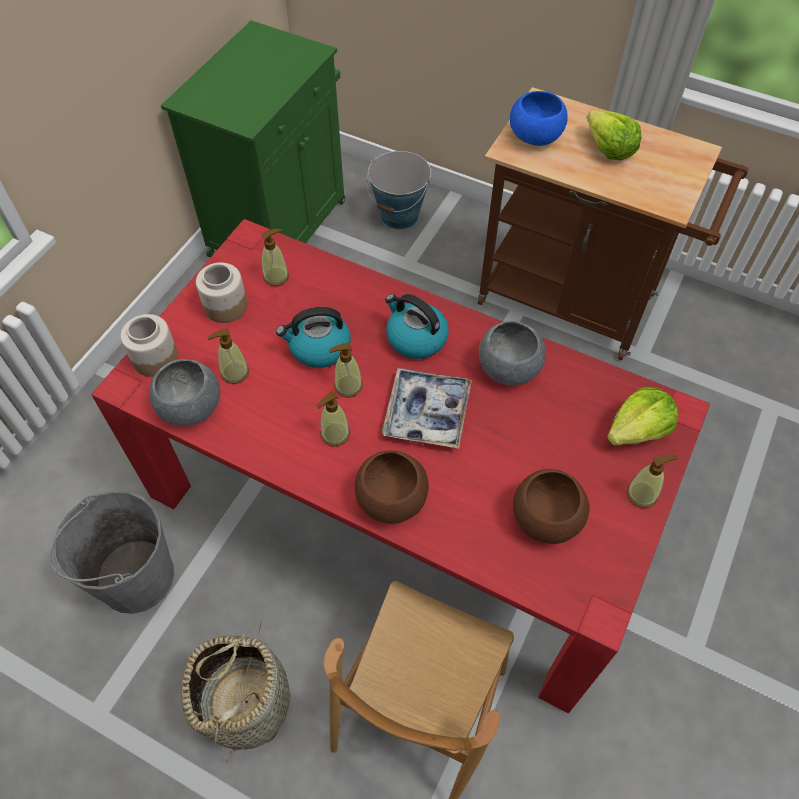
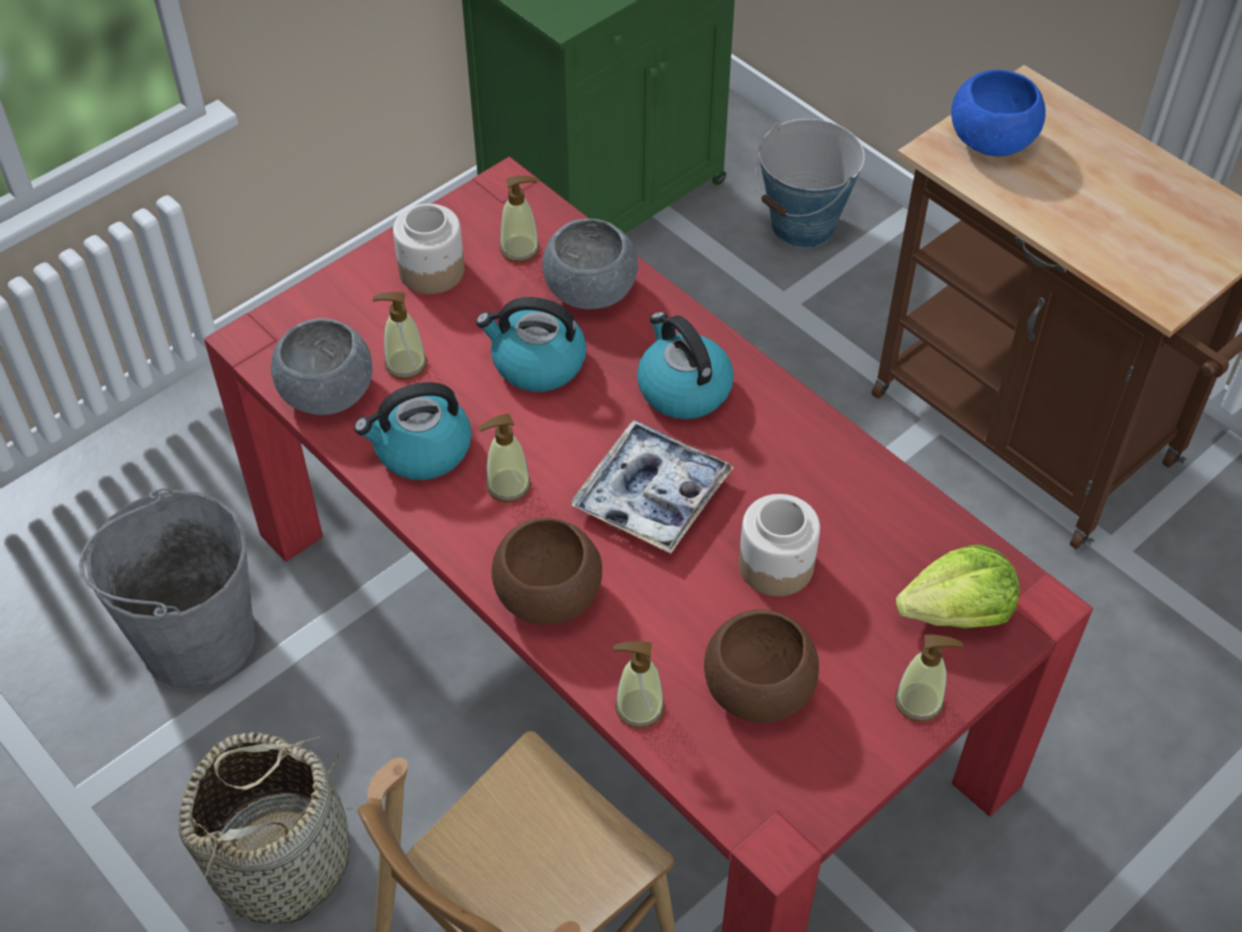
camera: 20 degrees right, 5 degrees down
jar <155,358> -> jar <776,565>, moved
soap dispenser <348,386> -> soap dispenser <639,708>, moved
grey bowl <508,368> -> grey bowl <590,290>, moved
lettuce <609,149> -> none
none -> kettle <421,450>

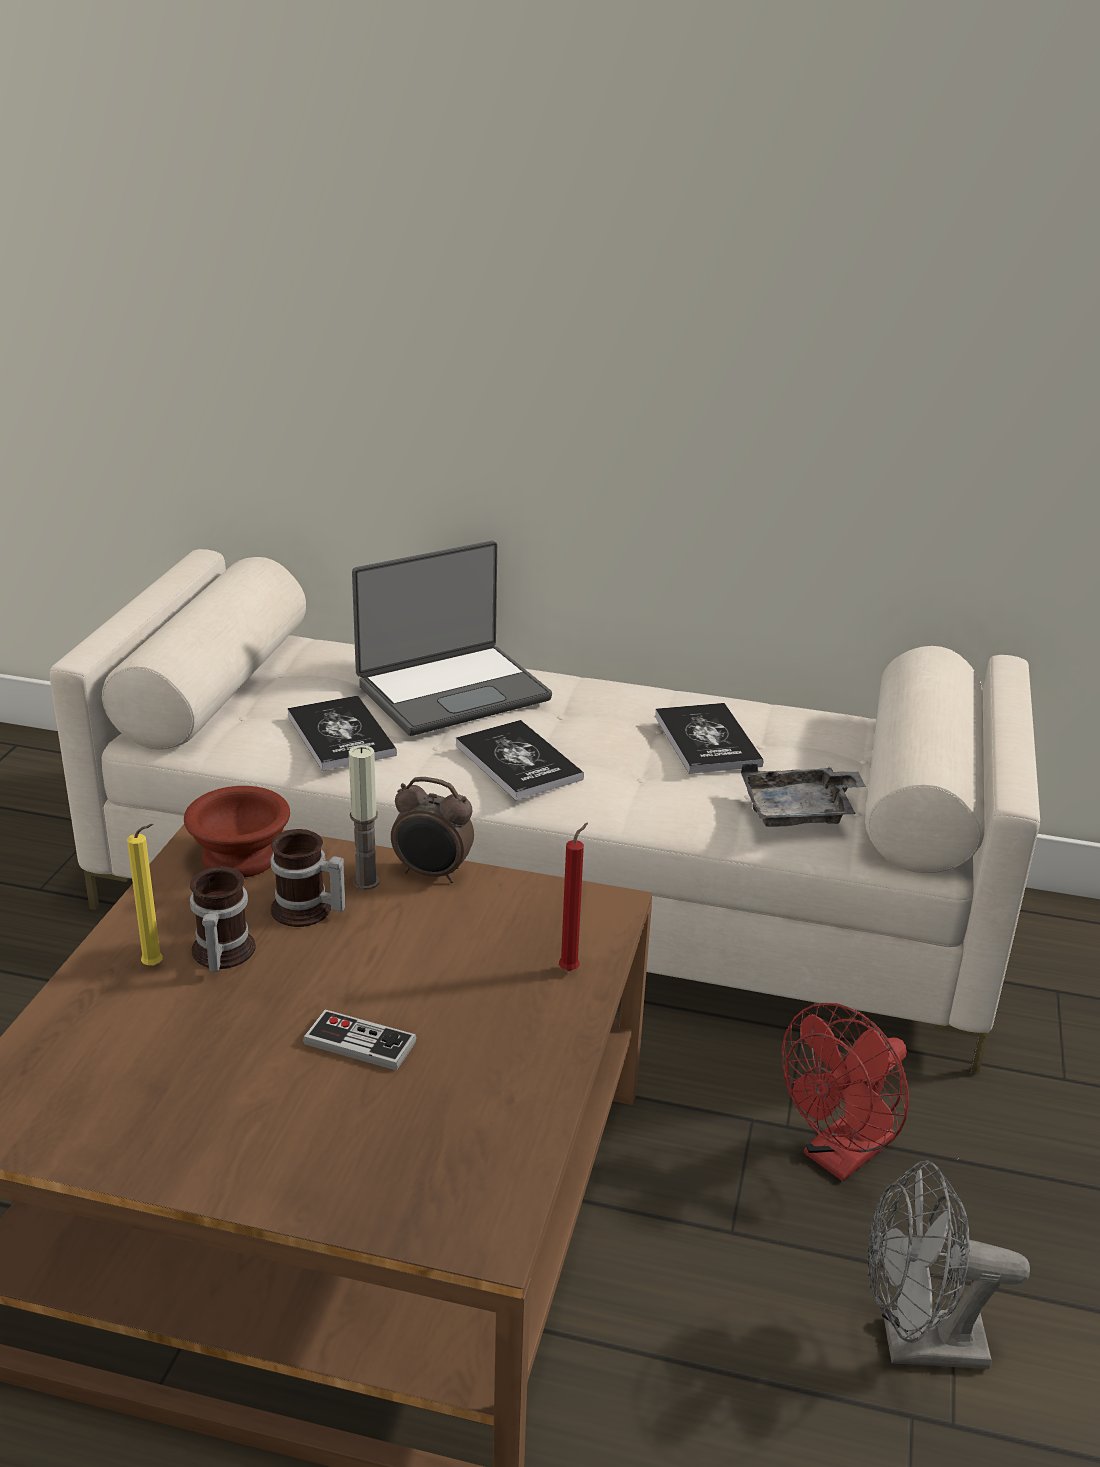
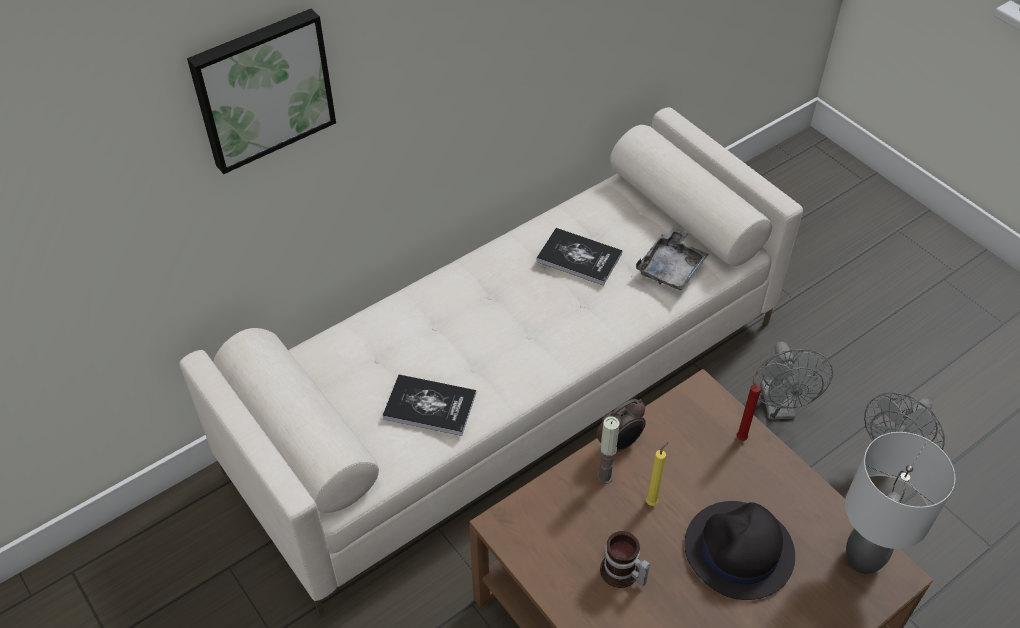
camera: 50 degrees left, 20 degrees up
yellow candle <156,966> -> yellow candle <653,501>, moved
brown bowl <244,856> -> none
mug <306,912> -> none
game controller <360,1043> -> black hat <738,551>
laptop <452,691> -> none
book <518,762> -> none
red fan <840,1156> -> grey fan <779,408>
none -> picture <262,88>
none -> grey table lamp <861,558>

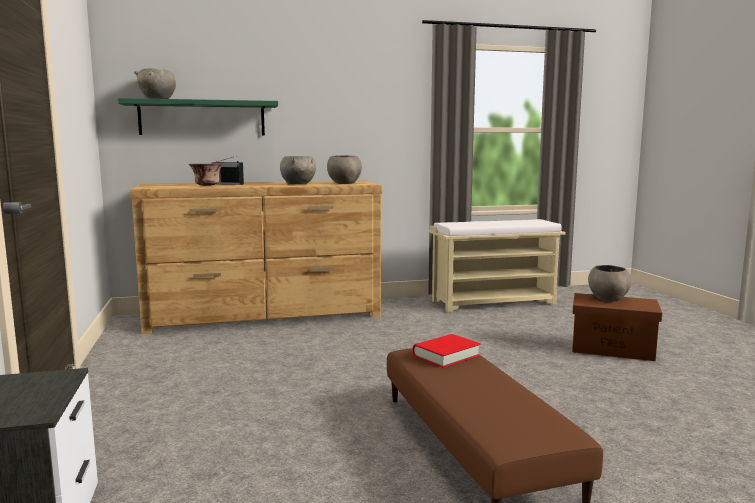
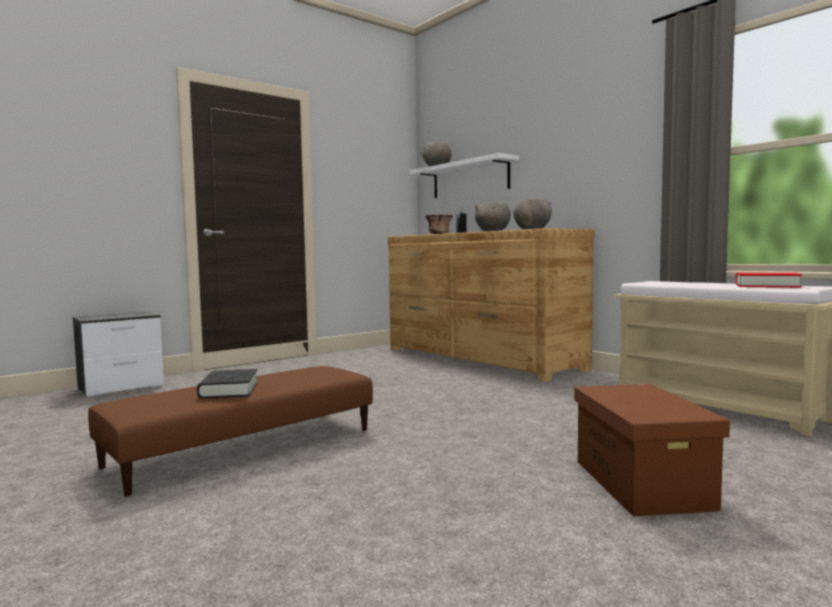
camera: 65 degrees right, 5 degrees down
green shelf <202,118> -> white shelf <470,179>
red book <446,355> -> red book <766,286>, moved
grey bowl <607,299> -> none
none -> black book <229,390>

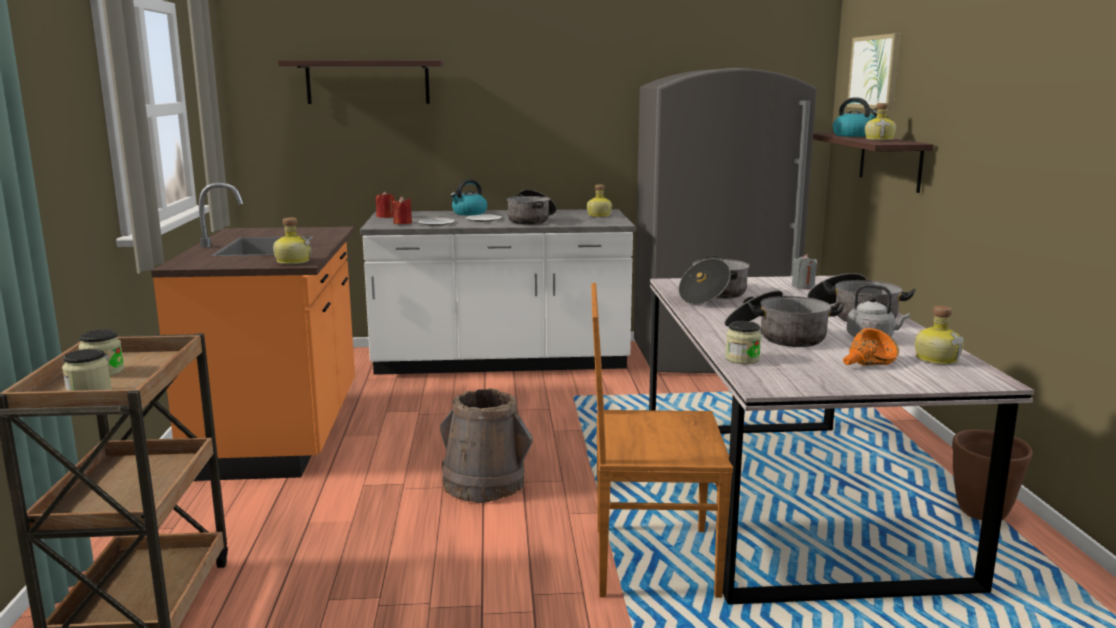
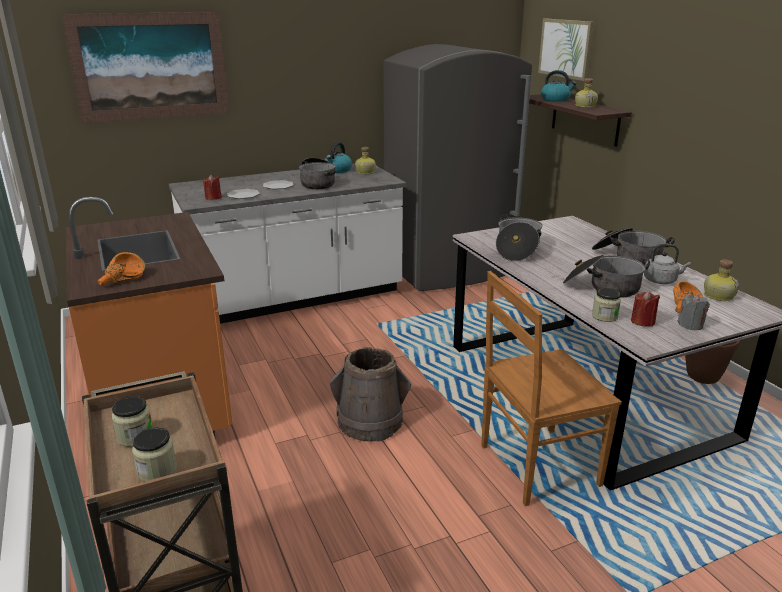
camera: 20 degrees left, 10 degrees up
bottle <292,261> -> none
shelf <368,82> -> picture <150,66>
red candle <385,217> -> red candle <642,321>, moved
kettle <469,213> -> kettle <337,170>, moved
grey candle <803,286> -> grey candle <690,325>, moved
none -> orange bowl <123,280>

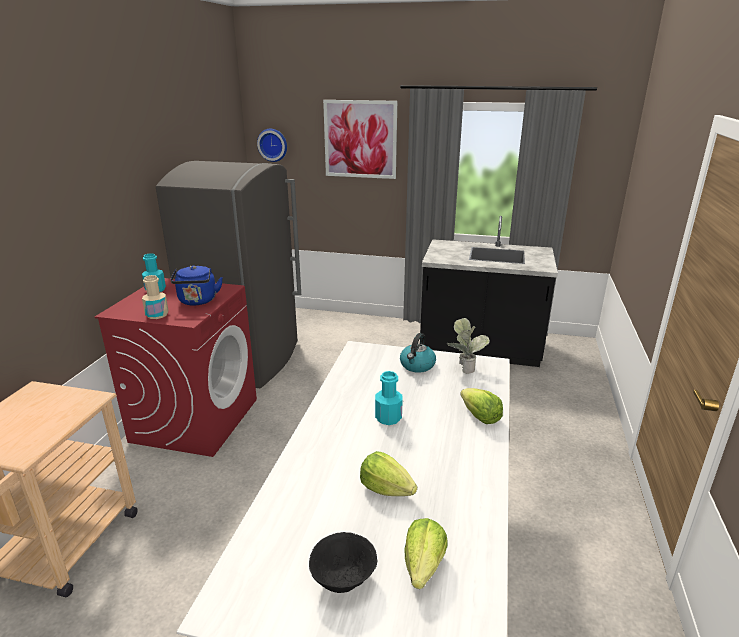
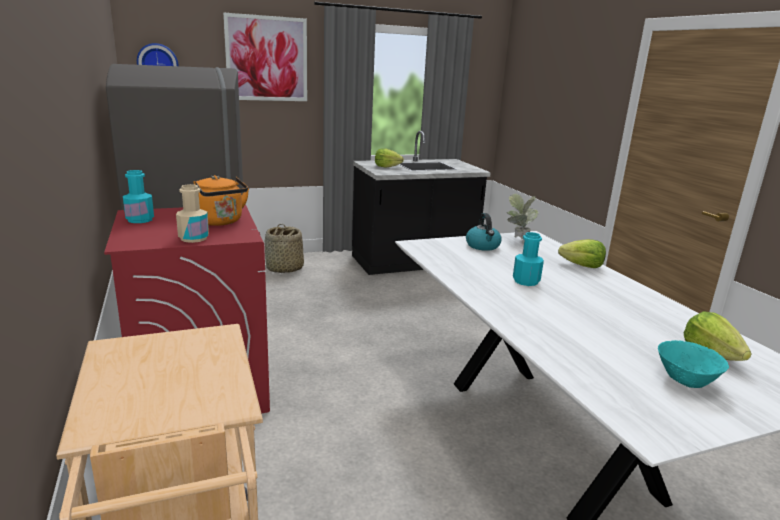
camera: 35 degrees left, 5 degrees down
blue kettle <197,301> -> orange kettle <220,222>
black bowl <344,579> -> turquoise bowl <686,380>
lettuce <386,489> -> lettuce <387,167>, moved
none -> basket <284,268>

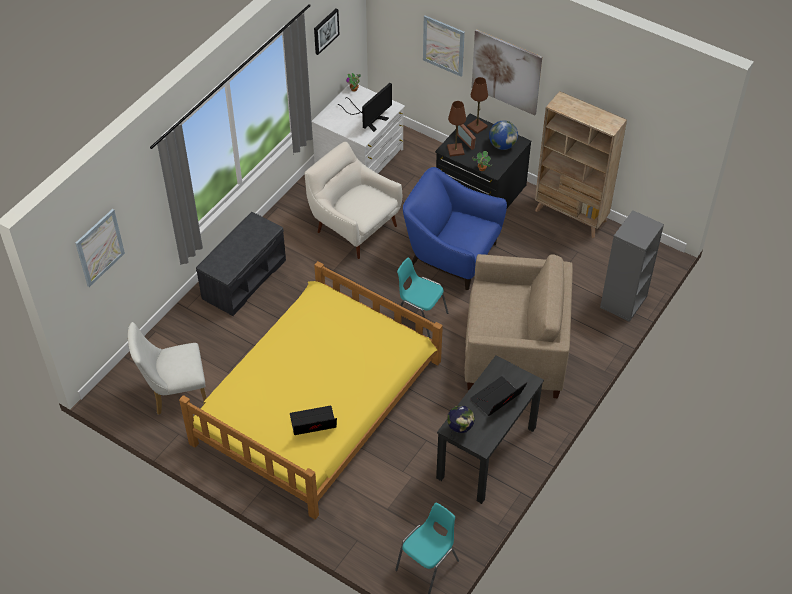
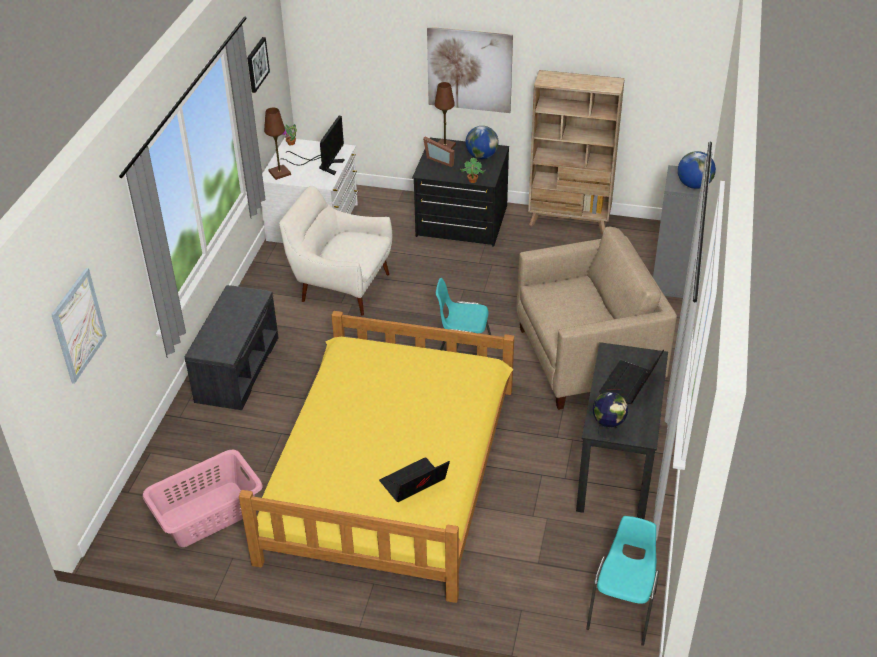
camera: 20 degrees left, 10 degrees down
white chair <175,394> -> pink laundry basket <207,514>
blue armchair <451,255> -> none
picture <443,45> -> none
brown table lamp <455,150> -> brown table lamp <279,173>, moved
none -> globe <694,185>

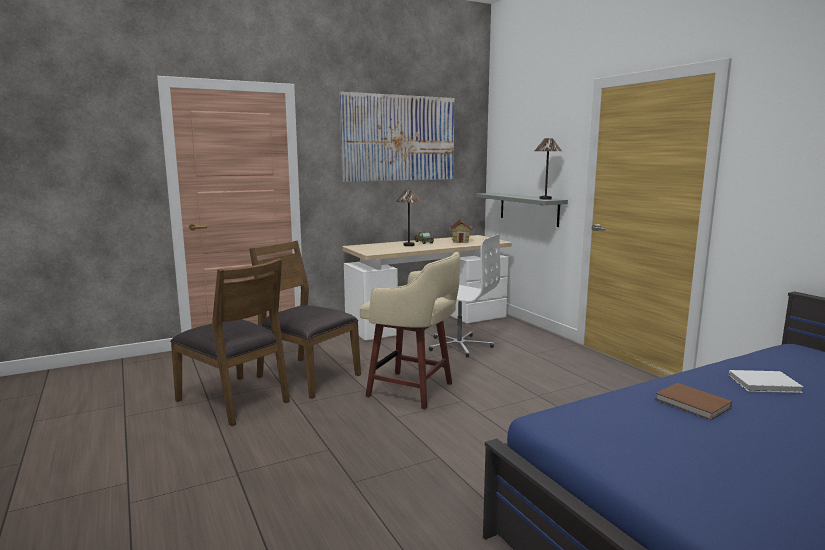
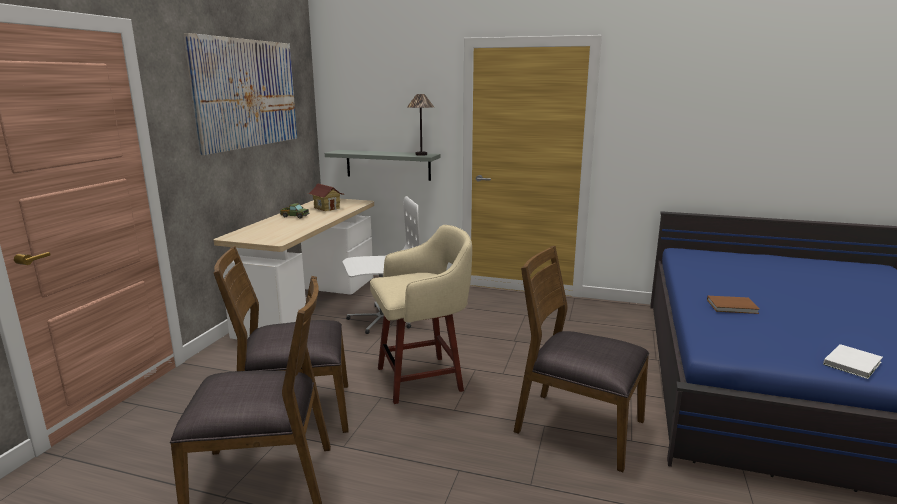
camera: 45 degrees left, 5 degrees up
table lamp <408,245> -> none
white book <766,384> -> white book <853,363>, moved
none -> brown chair <578,427>

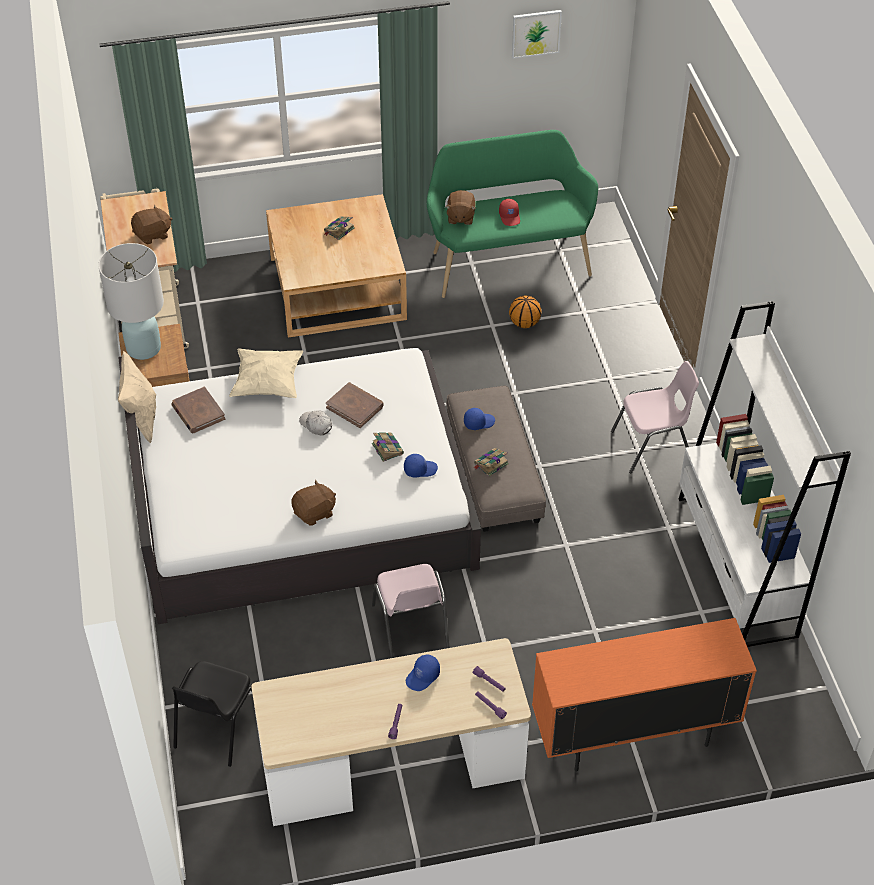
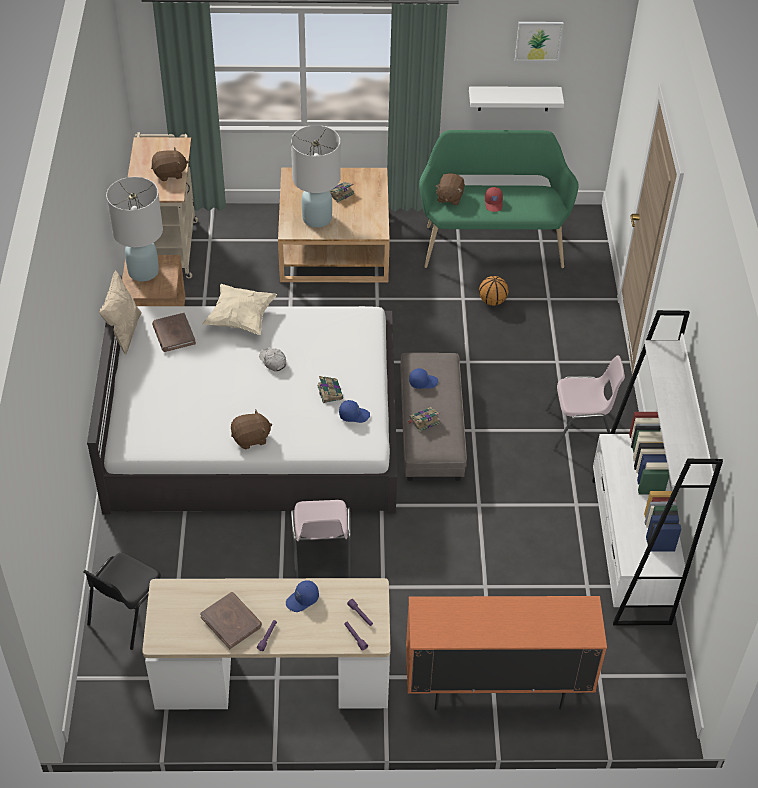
camera: 10 degrees right, 0 degrees up
brown book <355,407> -> brown book <231,621>, moved
none -> white table lamp <317,218>
none -> white shelf <514,98>

